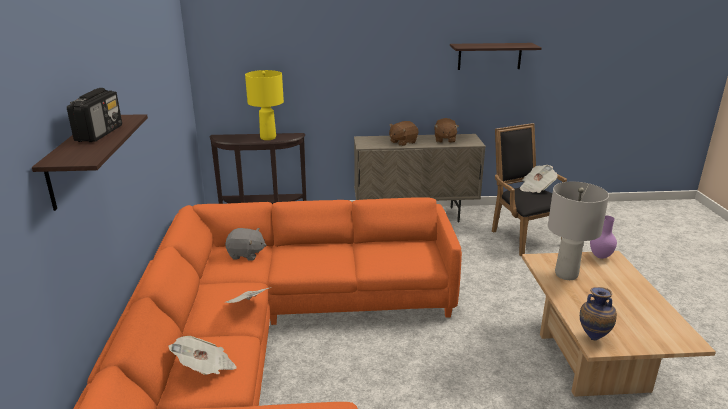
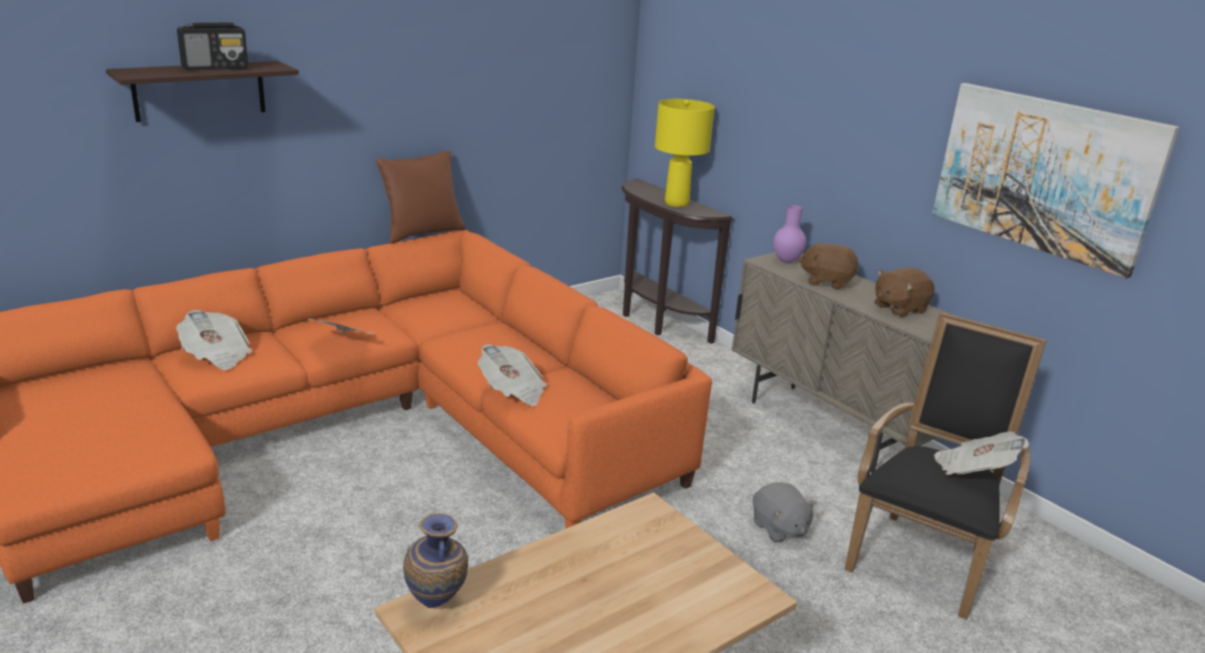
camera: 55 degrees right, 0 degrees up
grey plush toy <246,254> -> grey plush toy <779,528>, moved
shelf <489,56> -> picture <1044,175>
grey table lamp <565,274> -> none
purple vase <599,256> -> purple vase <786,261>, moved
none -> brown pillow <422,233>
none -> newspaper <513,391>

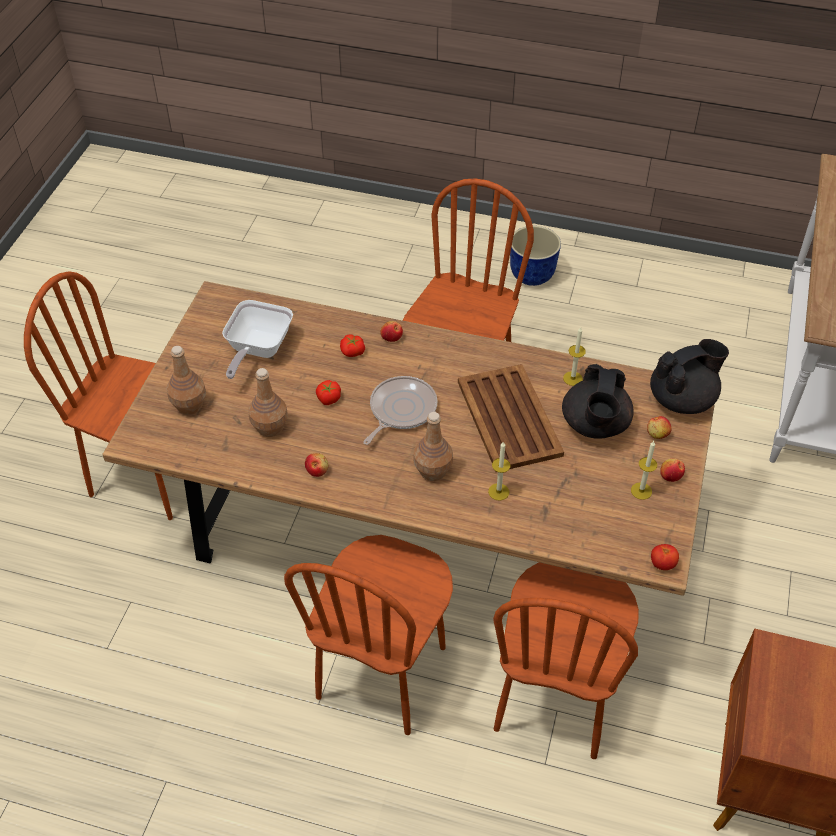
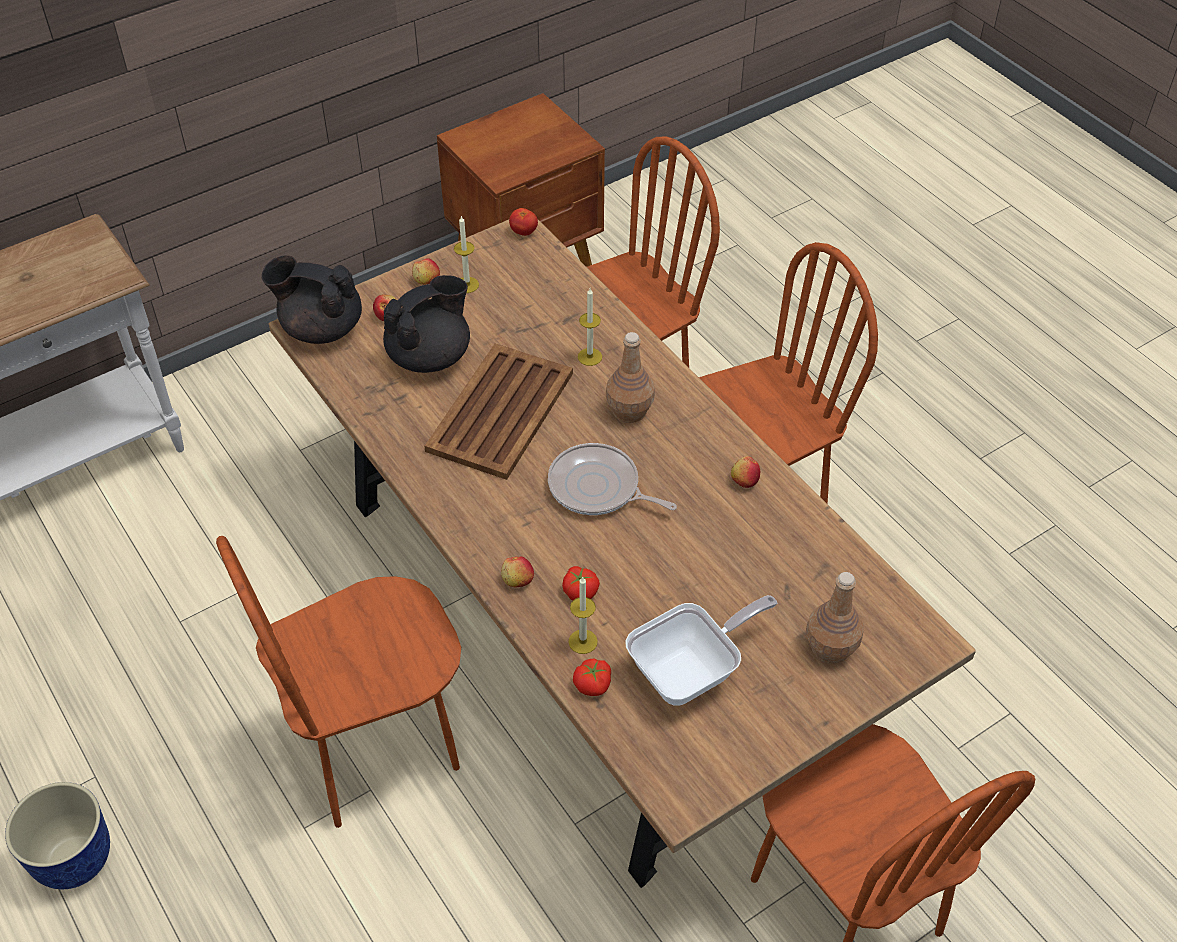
camera: 140 degrees left, 0 degrees up
brown bottle <270,427> -> none
tomato <328,398> -> tomato <593,684>, moved
frying pan <400,410> -> frying pan <598,488>, 45 degrees clockwise
candle <572,378> -> candle <583,641>, moved

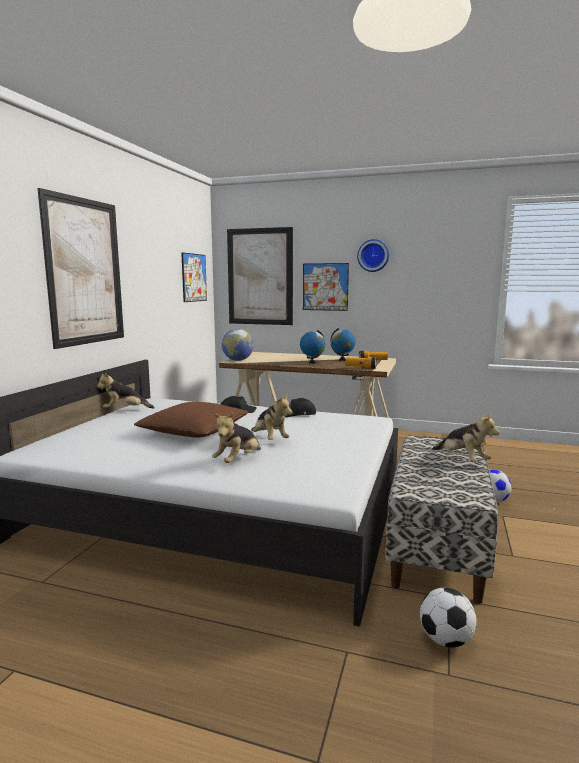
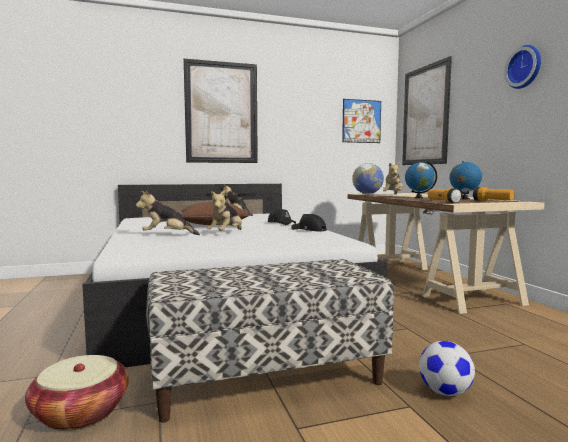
camera: 55 degrees right, 5 degrees down
picture <325,287> -> none
football <445,640> -> basket <81,412>
plush toy <462,460> -> plush toy <393,195>, moved

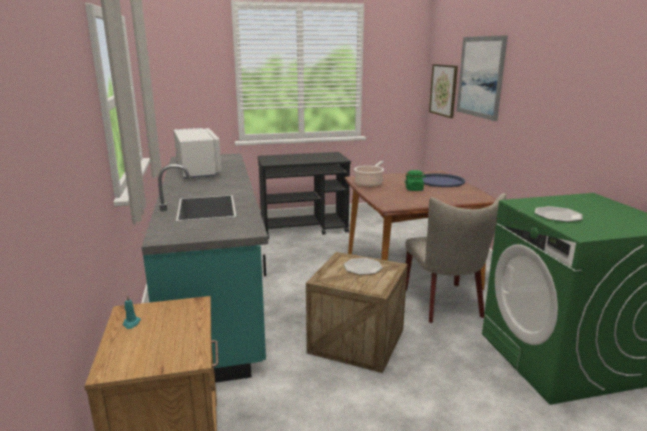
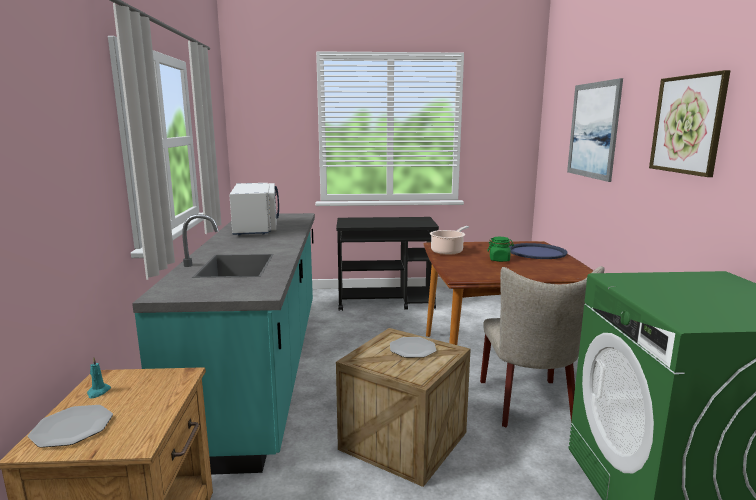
camera: 10 degrees right, 5 degrees down
picture <443,90> -> picture <687,124>, moved
plate <558,215> -> plate <72,427>, moved

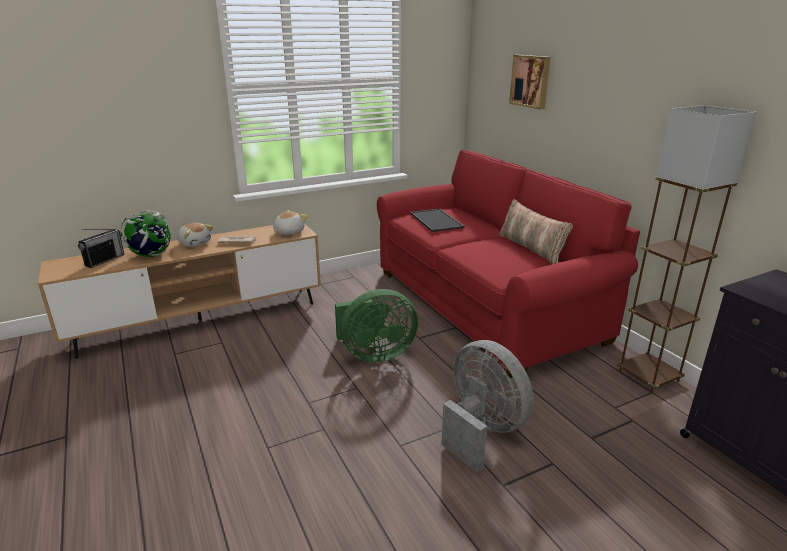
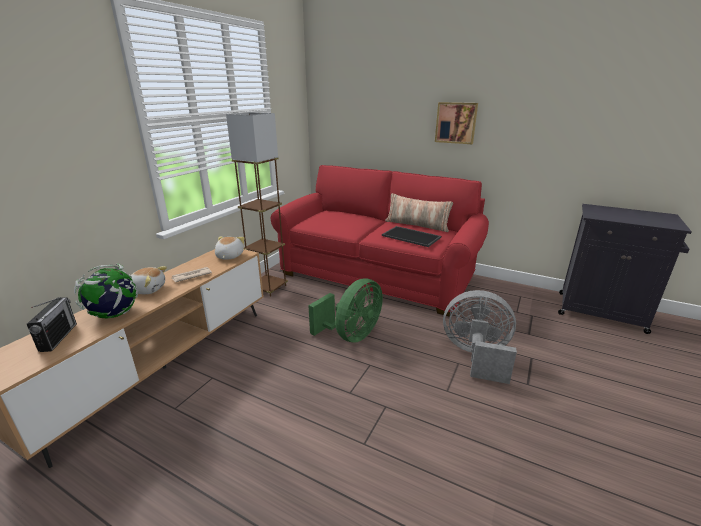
camera: 35 degrees left, 0 degrees up
tray <437,220> -> tray <412,236>, moved
picture <531,81> -> picture <456,123>, moved
brown floor lamp <648,376> -> brown floor lamp <268,288>, moved

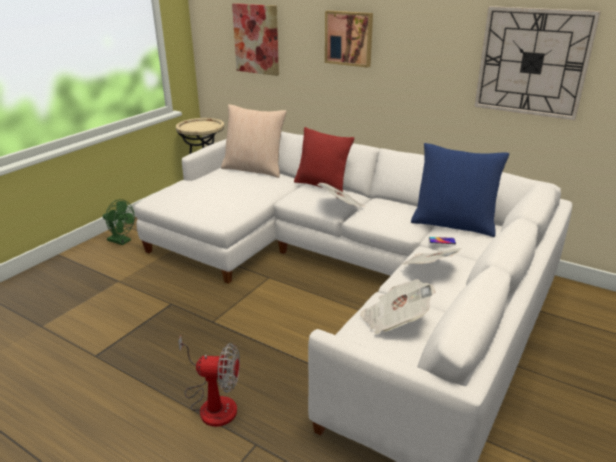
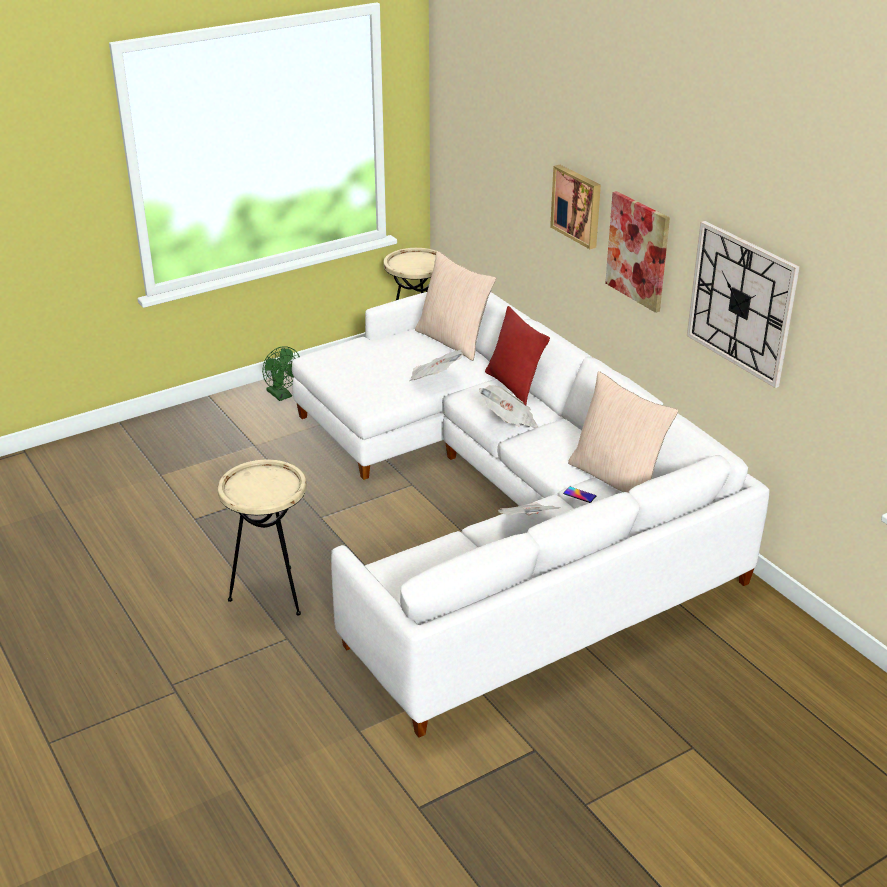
camera: 25 degrees right, 5 degrees up
fan <212,403> -> beige side table <272,593>
picture <256,39> -> picture <638,251>, moved
newspaper <394,320> -> newspaper <434,378>, moved
blue pillow <453,224> -> beige pillow <617,478>

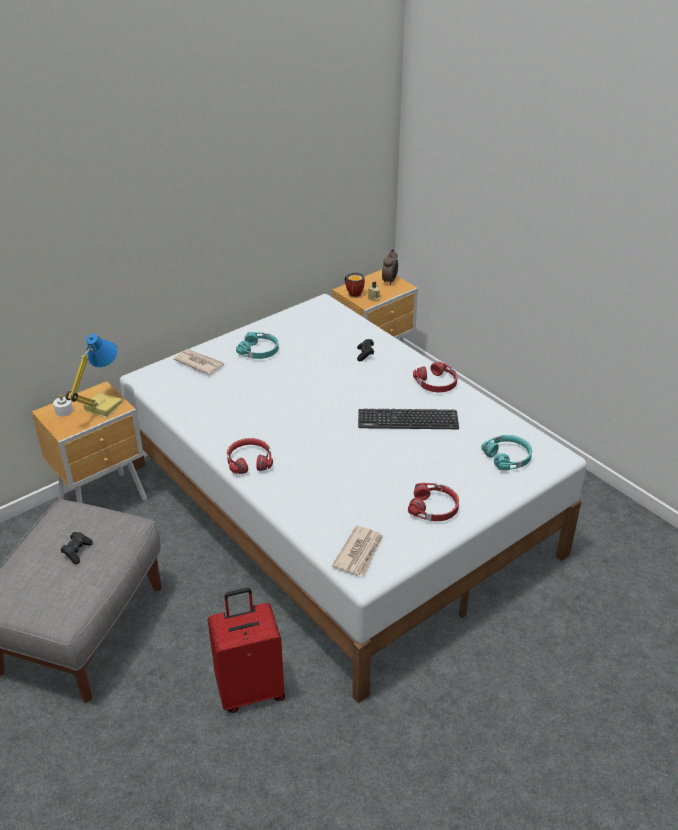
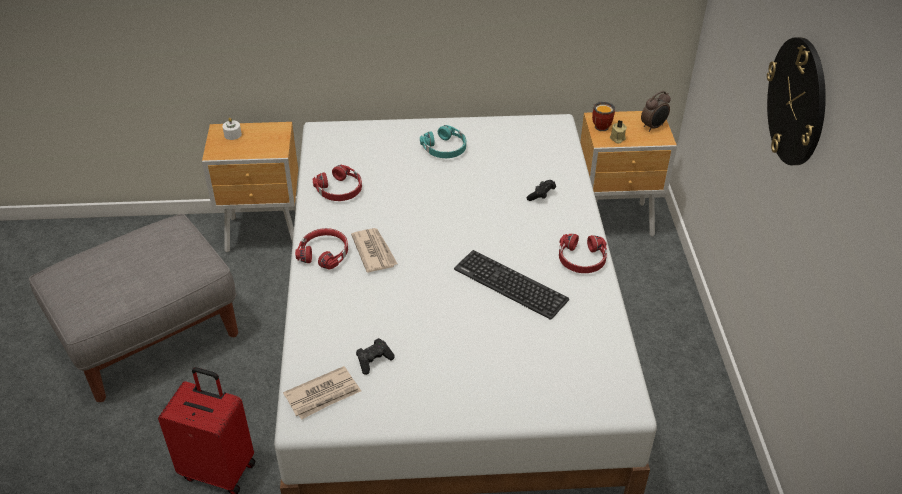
camera: 35 degrees right, 5 degrees up
black game controller <77,552> -> black game controller <374,361>, moved
table lamp <102,407> -> none
newspaper <199,363> -> newspaper <374,251>, moved
red headphones <434,508> -> red headphones <340,190>, moved
turquoise headphones <508,457> -> none
none -> wall clock <797,101>

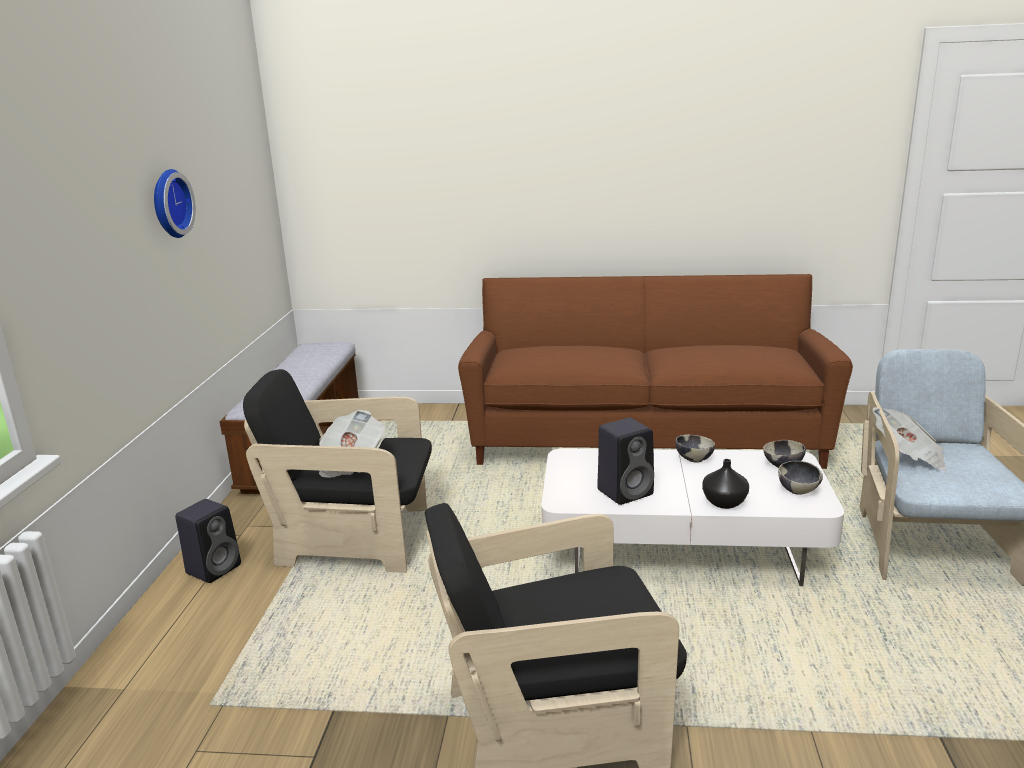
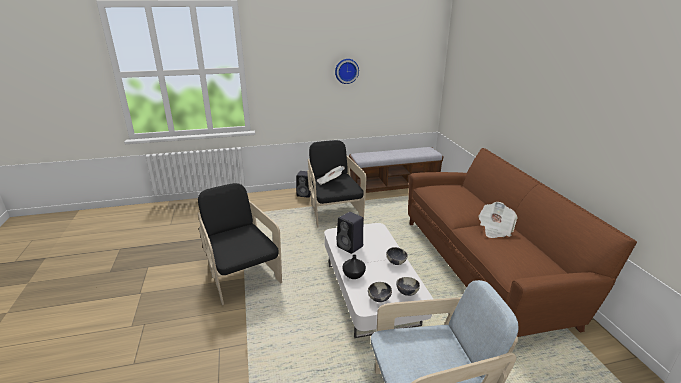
camera: 70 degrees right, 5 degrees up
newspaper <908,456> -> newspaper <495,229>, moved

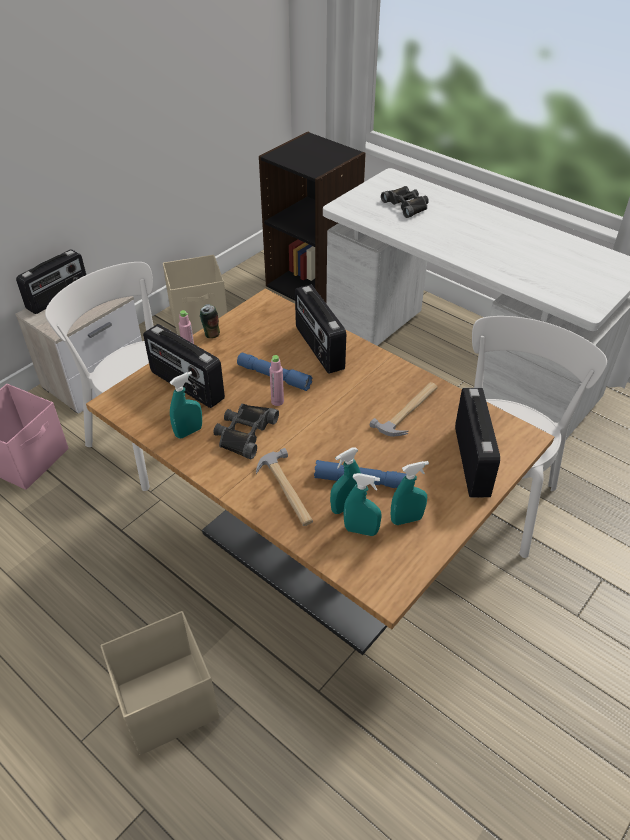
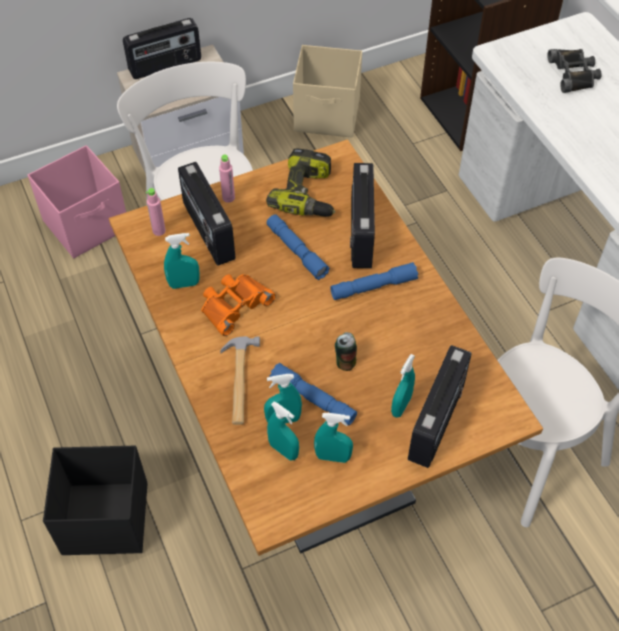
camera: 25 degrees right, 10 degrees up
beige storage box <166,702> -> black storage box <104,518>
can <211,333> -> can <345,362>, moved
black binoculars <244,433> -> orange binoculars <234,305>
pink bottle <277,401> -> pink bottle <159,231>, moved
hammer <409,411> -> none
none -> power drill <308,194>
none -> blue flashlight <373,287>
none -> turquoise spray bottle <401,406>

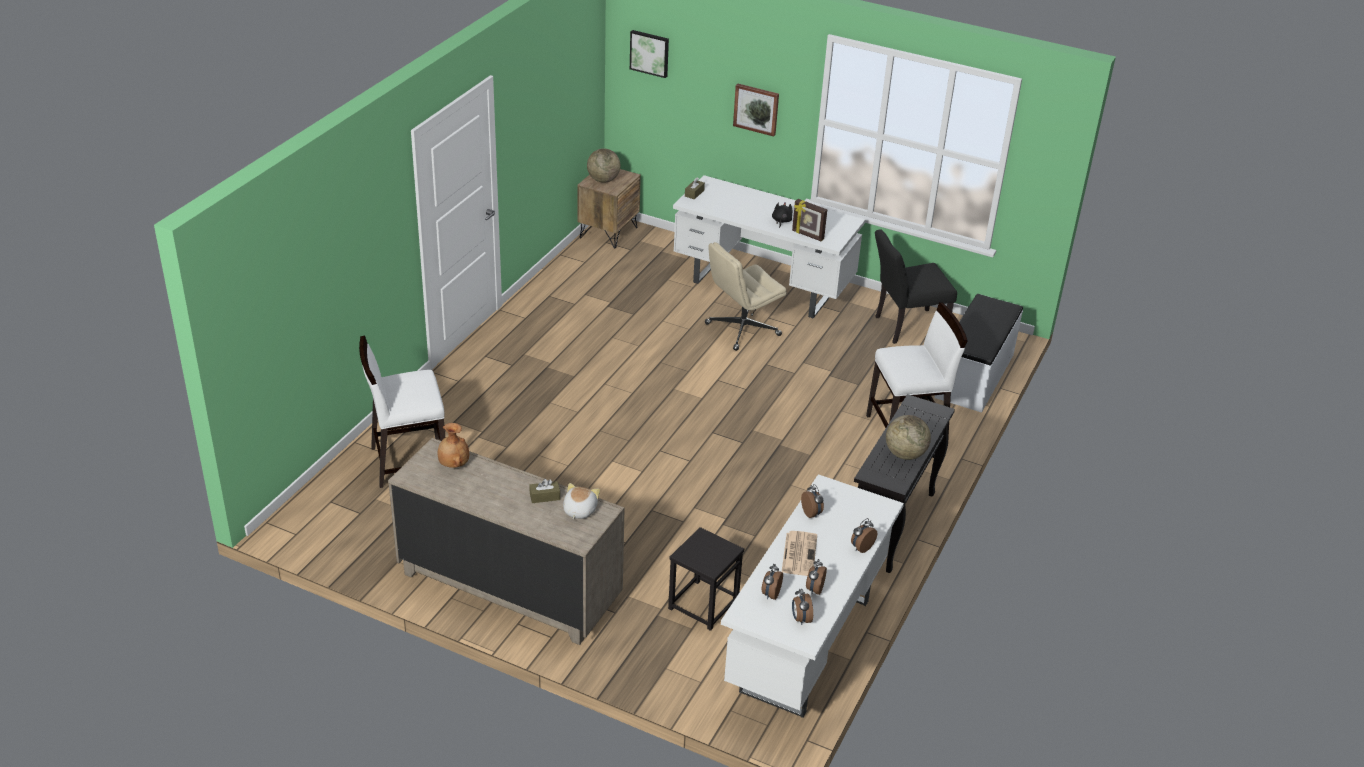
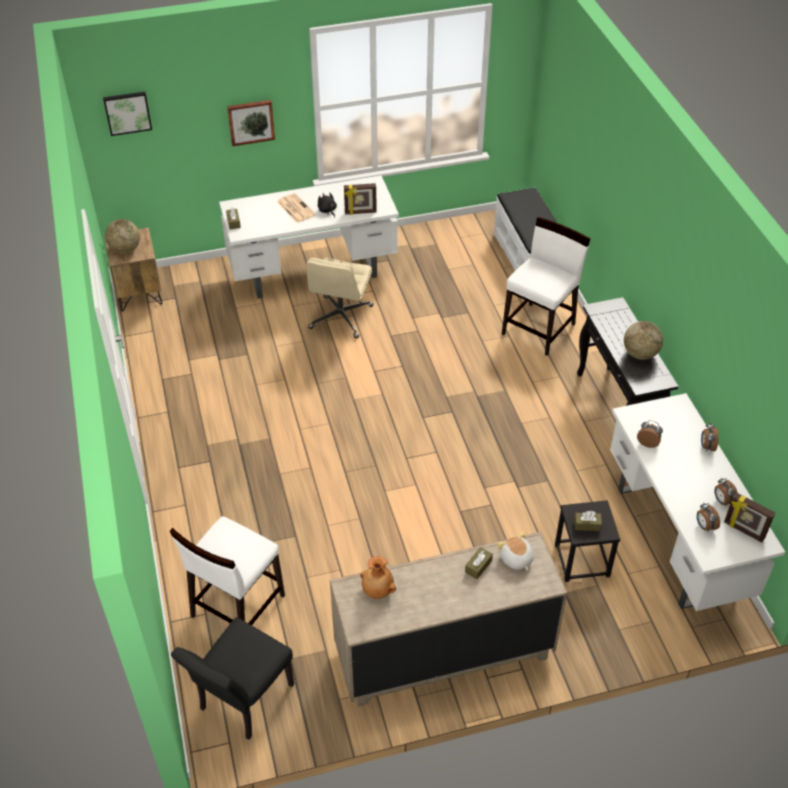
camera: 40 degrees left, 10 degrees up
newspaper <799,553> -> newspaper <295,208>, moved
alarm clock <800,619> -> picture frame <743,531>
black chair <905,327> -> black chair <241,702>, moved
none -> brown tissue box <587,525>

